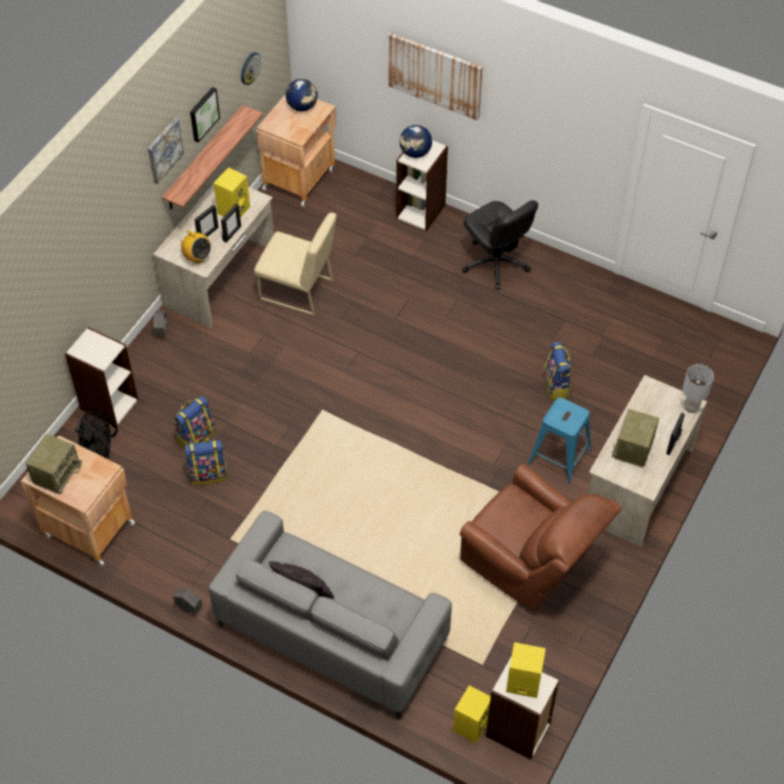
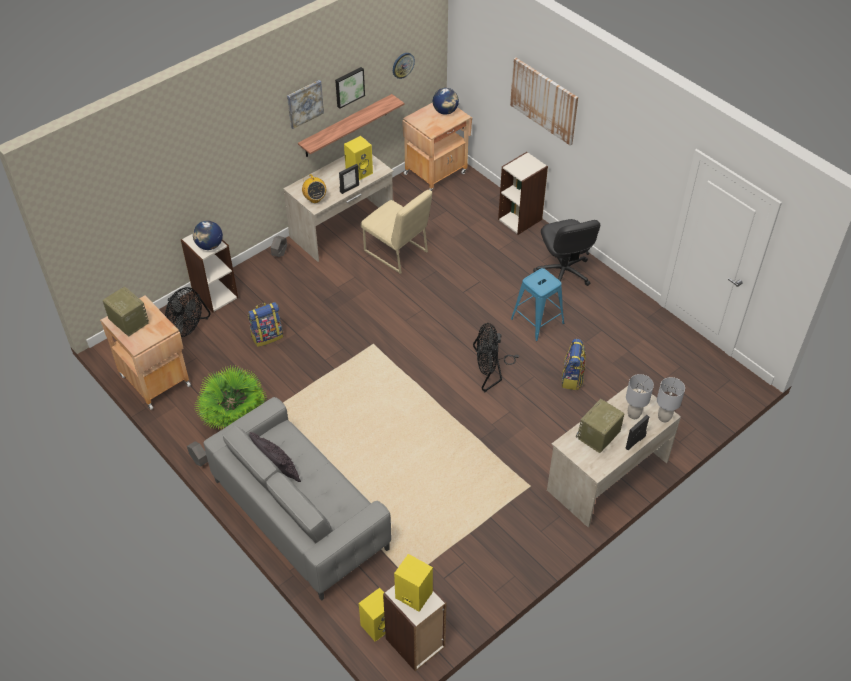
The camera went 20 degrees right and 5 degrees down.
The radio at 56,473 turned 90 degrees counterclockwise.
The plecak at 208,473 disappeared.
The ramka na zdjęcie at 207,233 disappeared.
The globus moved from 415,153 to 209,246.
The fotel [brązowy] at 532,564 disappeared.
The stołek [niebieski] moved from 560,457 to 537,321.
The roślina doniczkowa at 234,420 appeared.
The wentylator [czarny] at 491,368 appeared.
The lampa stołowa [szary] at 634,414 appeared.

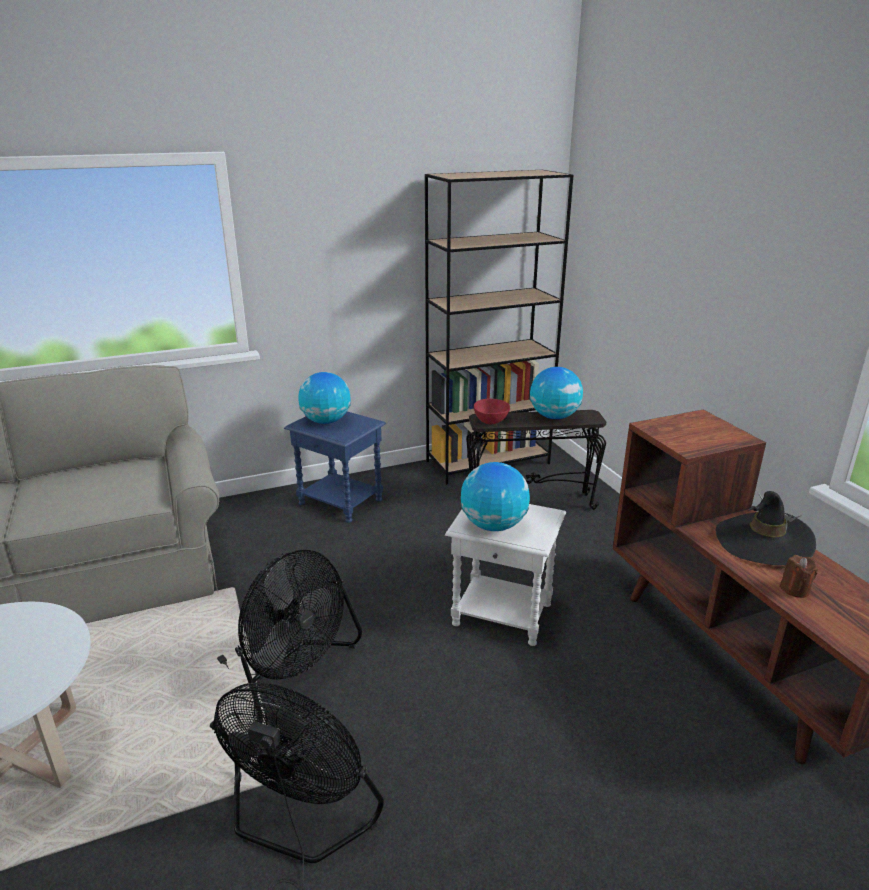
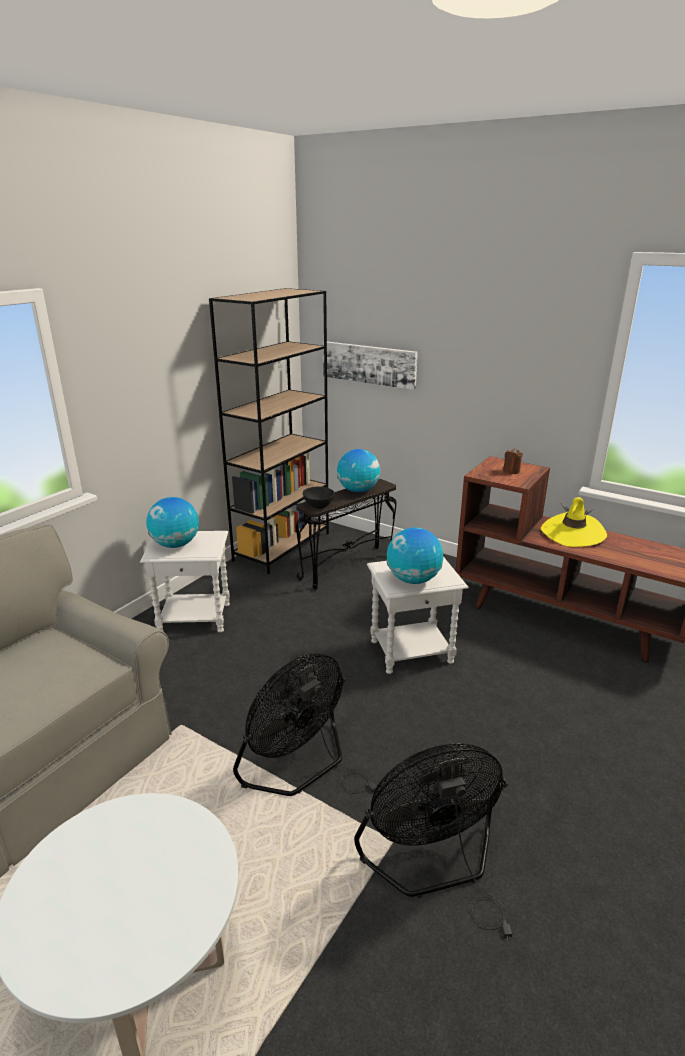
The camera went 35 degrees left and 0 degrees up.
The wentylator [czarny] at 288,673 turned 135 degrees counterclockwise.
The stolik [niebieski] at 341,500 became the stolik [biały] at 195,616.
The miska [czerwony] at 491,421 became the miska [czarny] at 318,505.
The kapelusz [czarny] at 763,542 became the kapelusz [żółty] at 572,533.
The świeca [brązowy] moved from 794,589 to 511,471.
The obraz at 369,364 appeared.

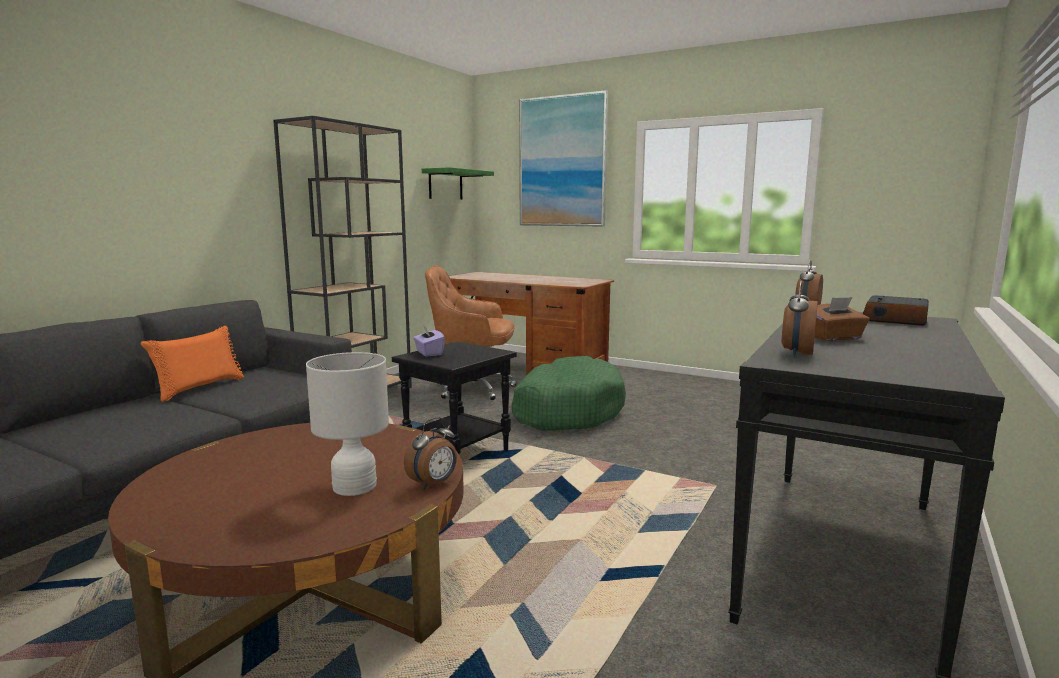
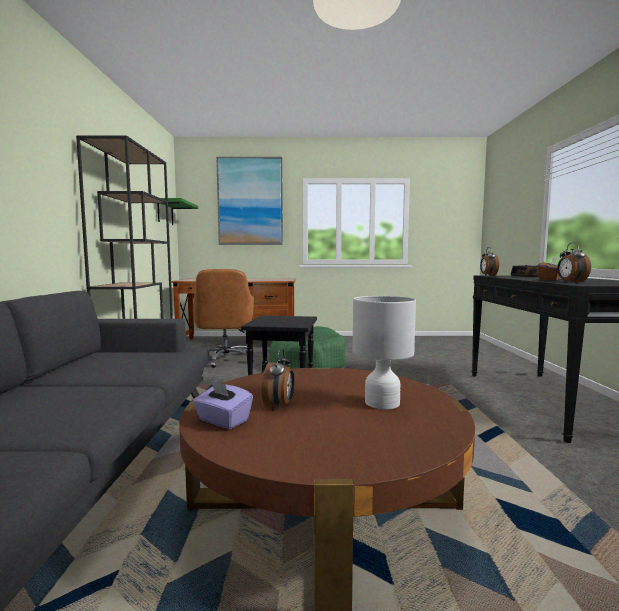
The camera went 30 degrees left and 5 degrees down.
The poduszka [pomarańczowy] at 199,388 disappeared.
The budzik moved from 433,484 to 279,405.
The pudełko chusteczek [fioletowy] moved from 429,353 to 223,421.
The krzesło biurowe [brązowy] at 474,388 turned 75 degrees counterclockwise.

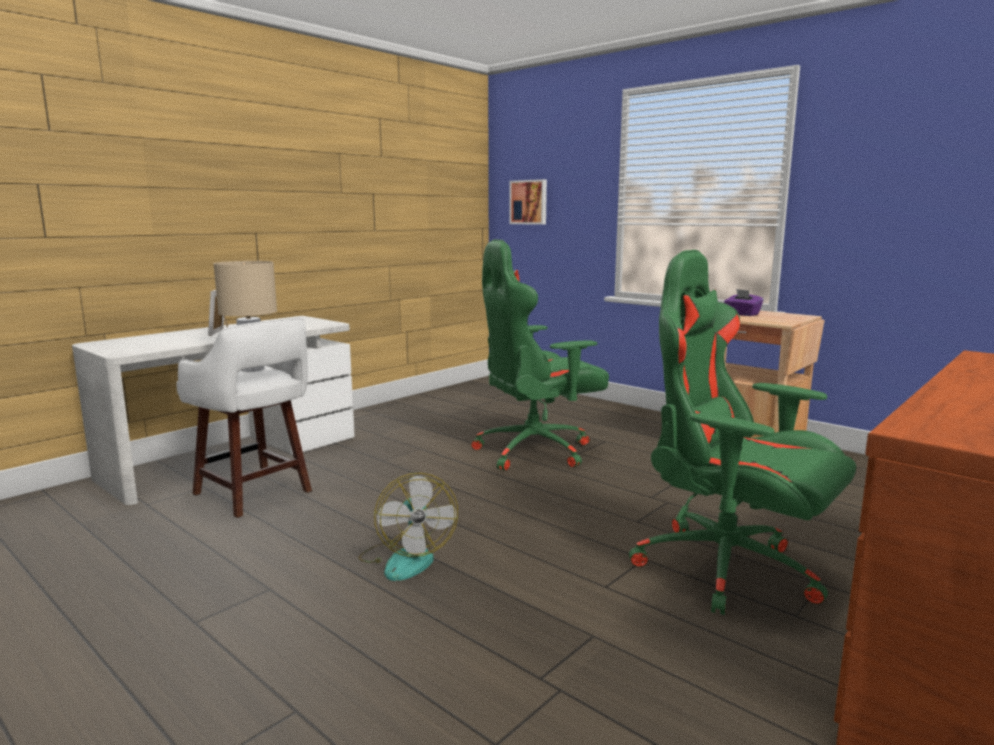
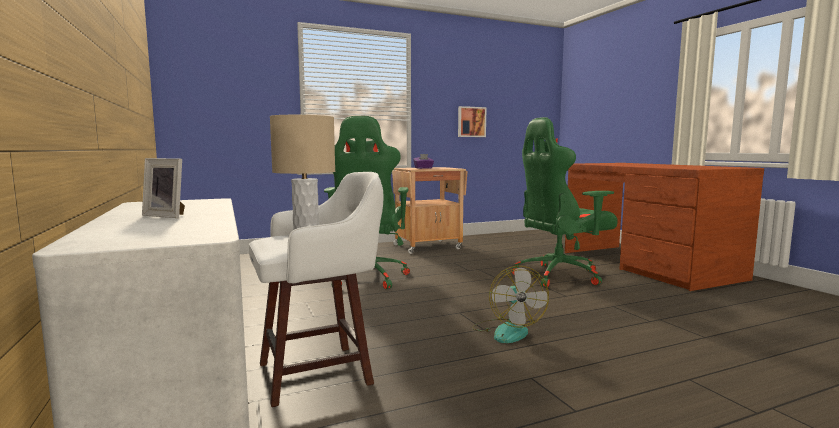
The camera went 65 degrees left and 5 degrees down.
The wentylator at 406,558 turned 75 degrees clockwise.
The obraz moved from 529,202 to 471,122.

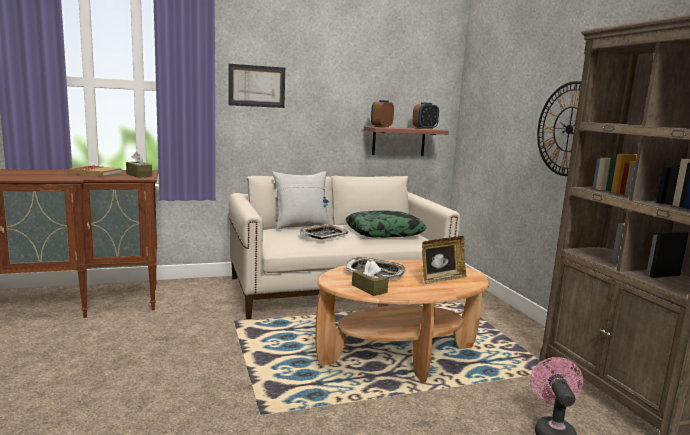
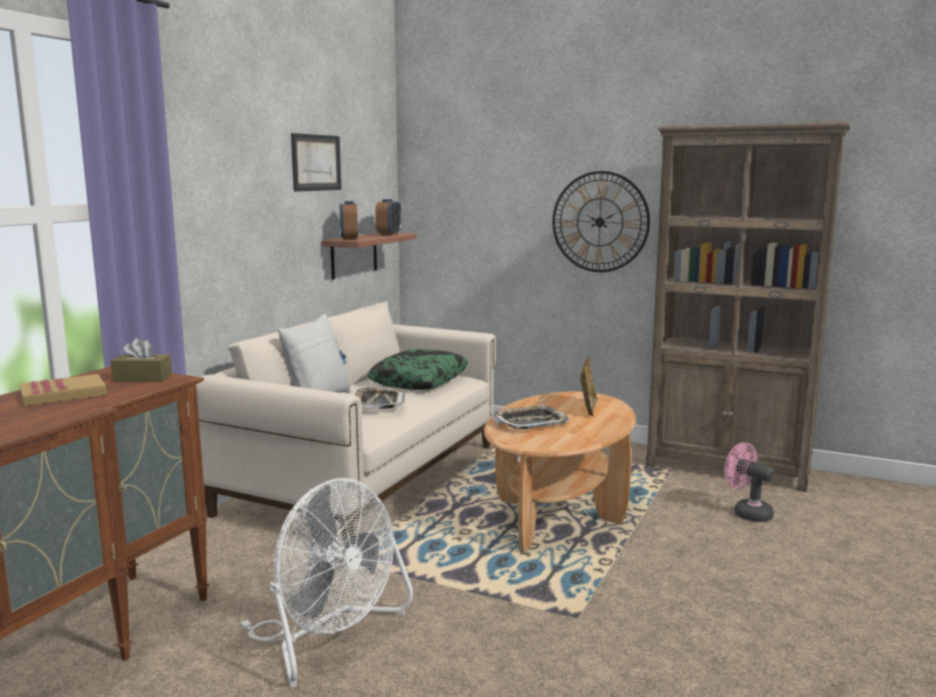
The camera went 45 degrees left and 0 degrees up.
The obraz moved from 256,86 to 316,162.
The pudełko chusteczek [brązowy] at 369,288 disappeared.
The wentylator [biały] at 325,639 appeared.

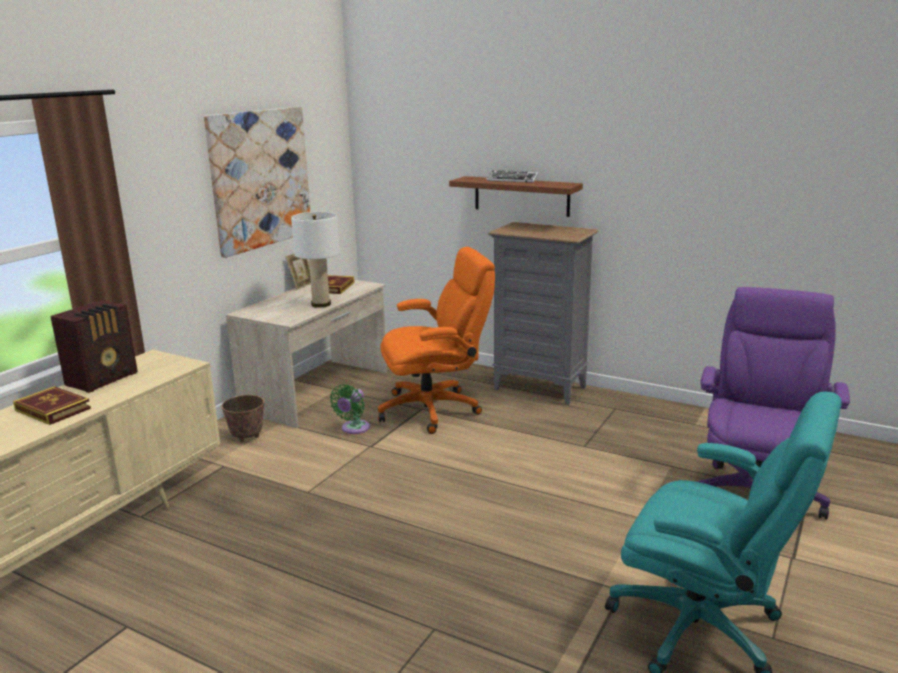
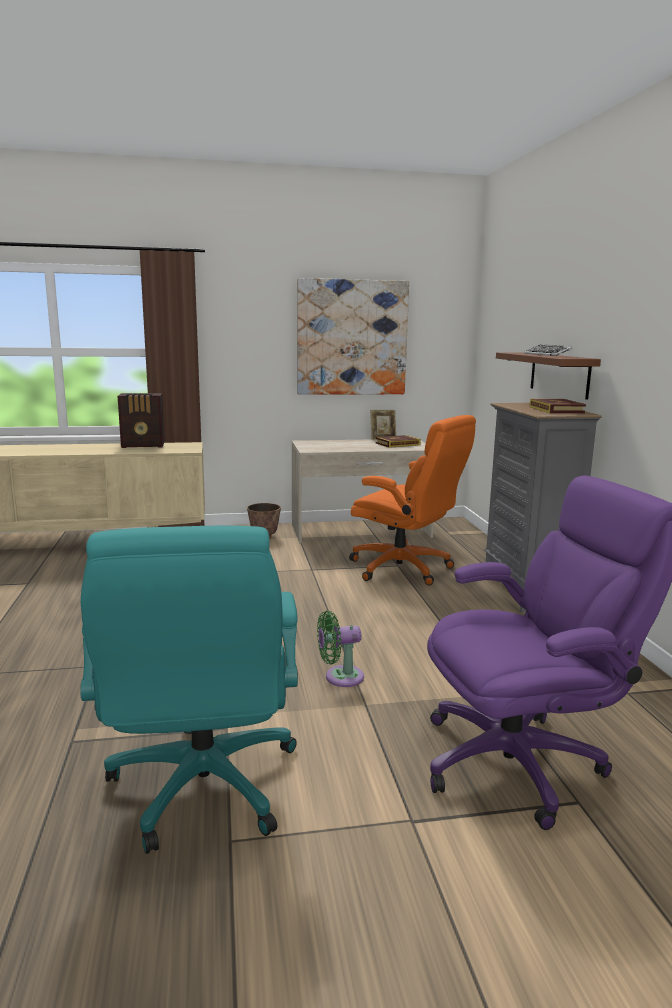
The camera went 50 degrees right and 5 degrees down.
The książka moved from 53,409 to 556,410.
The lampa stołowa [biały] at 321,304 disappeared.
The wentylator [zielony] moved from 353,429 to 340,677.

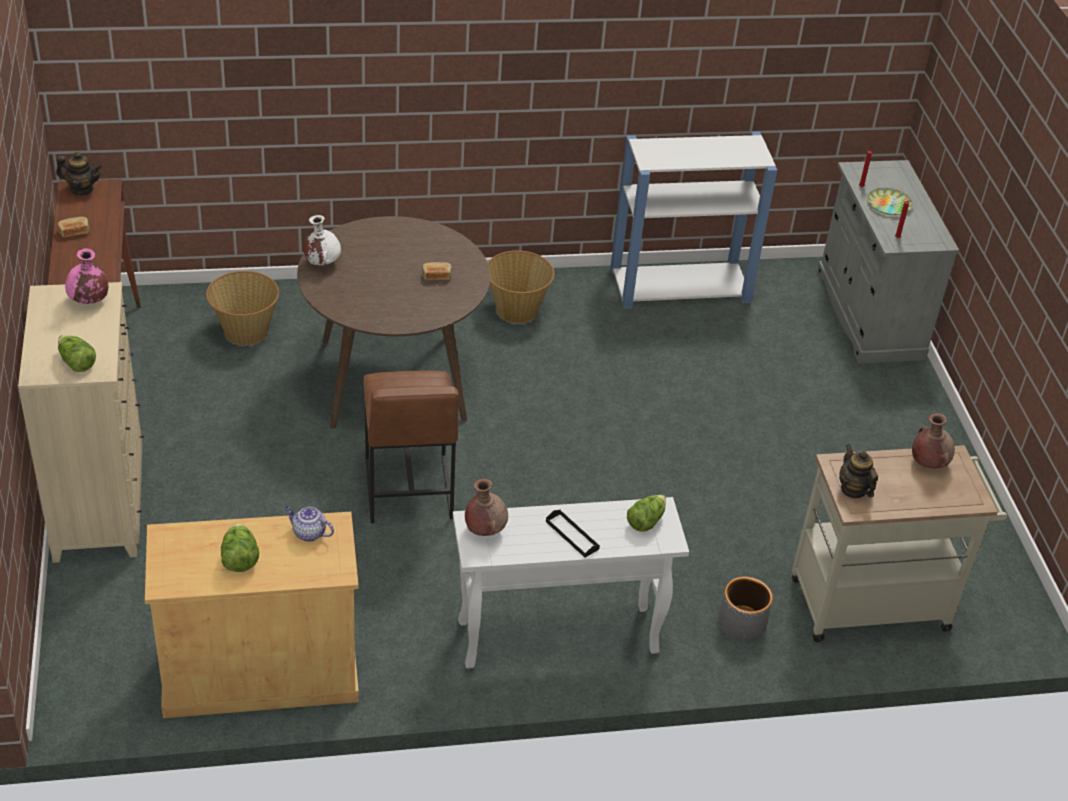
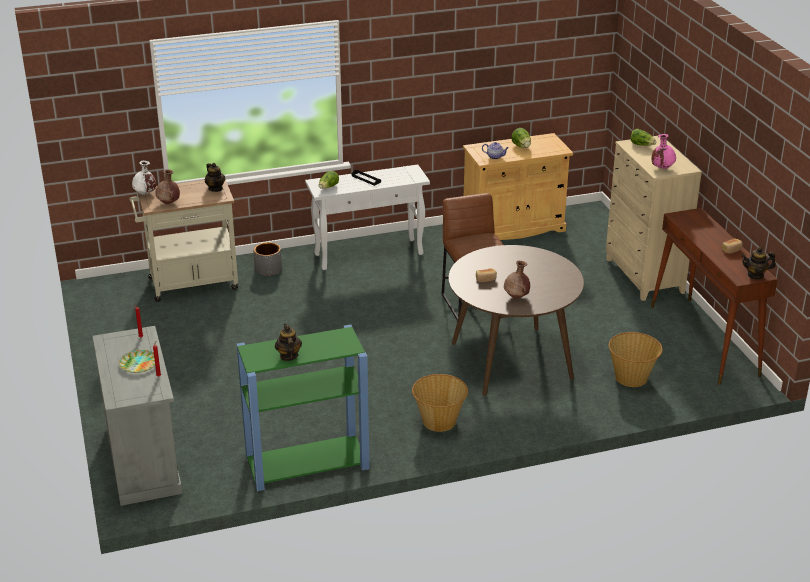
The camera went 175 degrees right and 10 degrees down.
The wazon [biały] moved from 322,262 to 145,194.
The wazon [brązowy] moved from 485,529 to 516,297.
The regał [biały] at 681,285 became the regał [zielony] at 306,462.
The imbryk at 288,356 appeared.

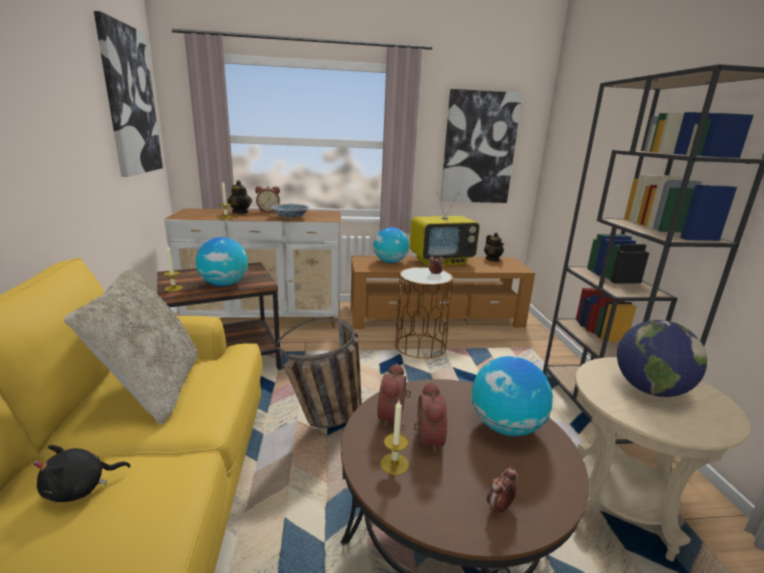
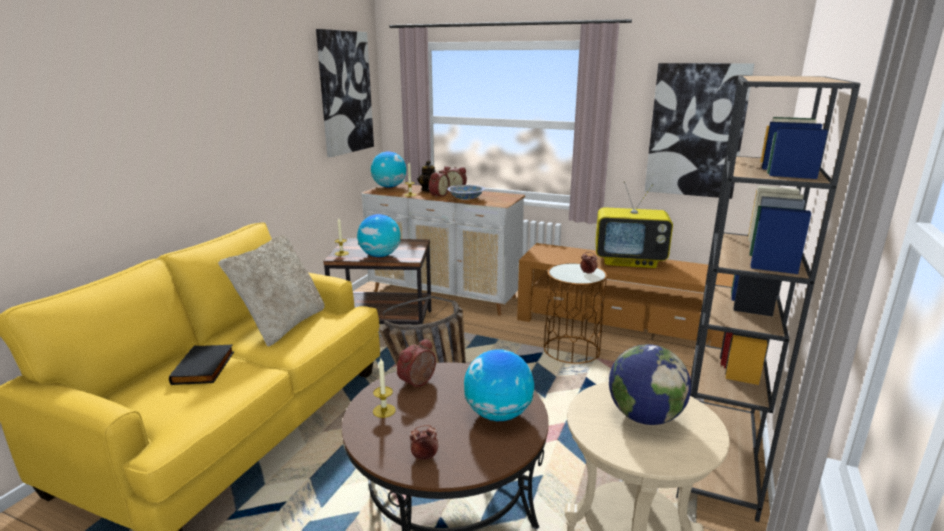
The camera went 30 degrees right and 0 degrees up.
The pluszak [czarny] at 80,488 was replaced by the książka [czarny] at 205,368.
The globus moved from 390,262 to 389,187.
The budzik moved from 426,439 to 438,195.
The imbryk at 492,259 disappeared.

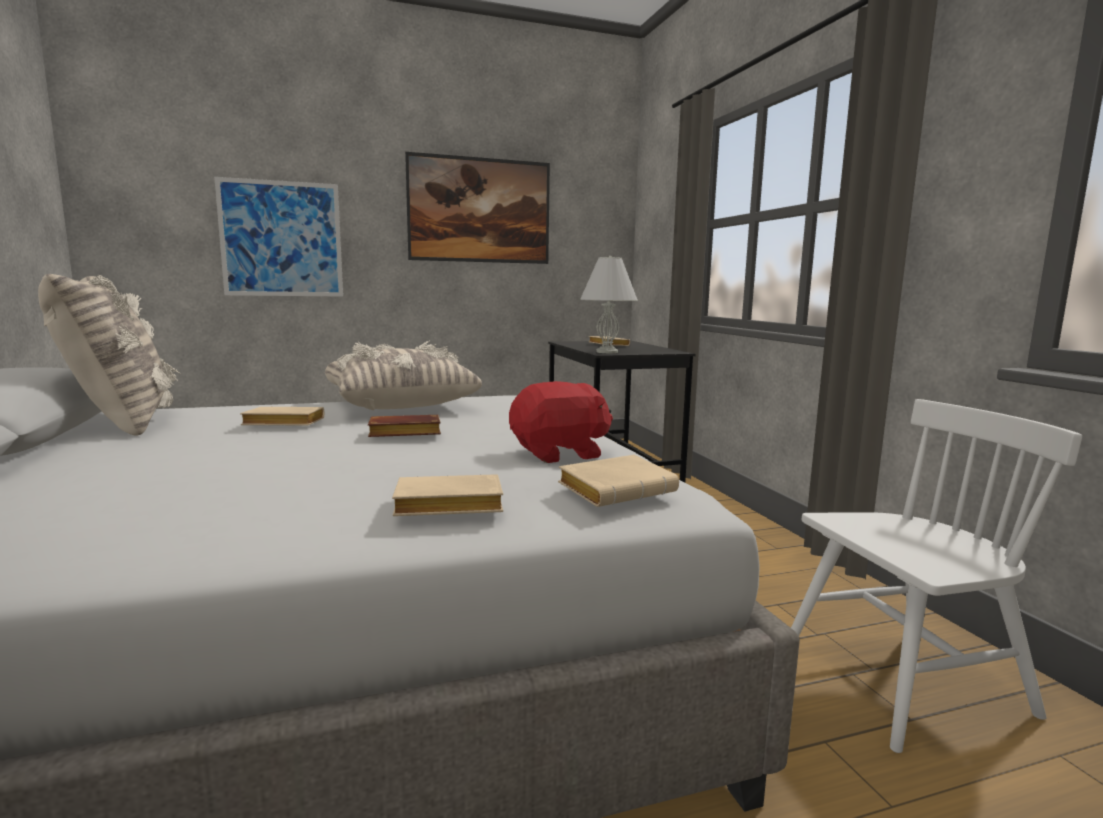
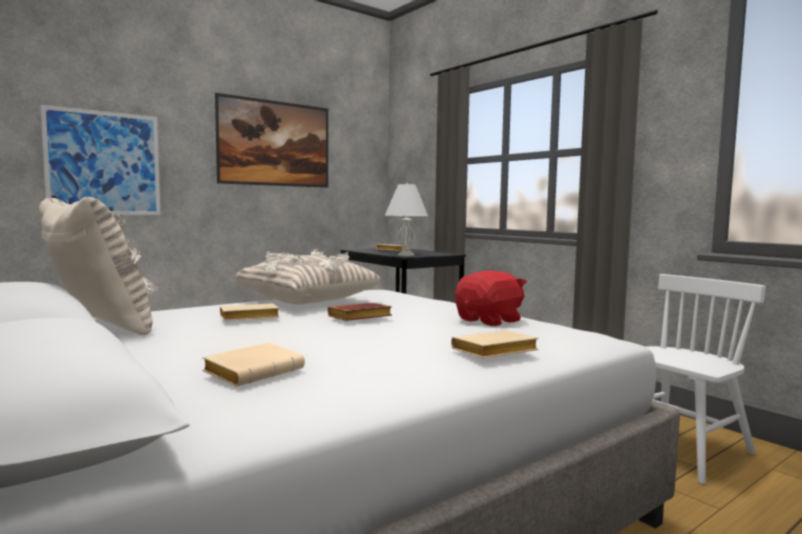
The camera went 20 degrees left and 5 degrees down.
The książka [beżowy] moved from 617,489 to 254,371.

